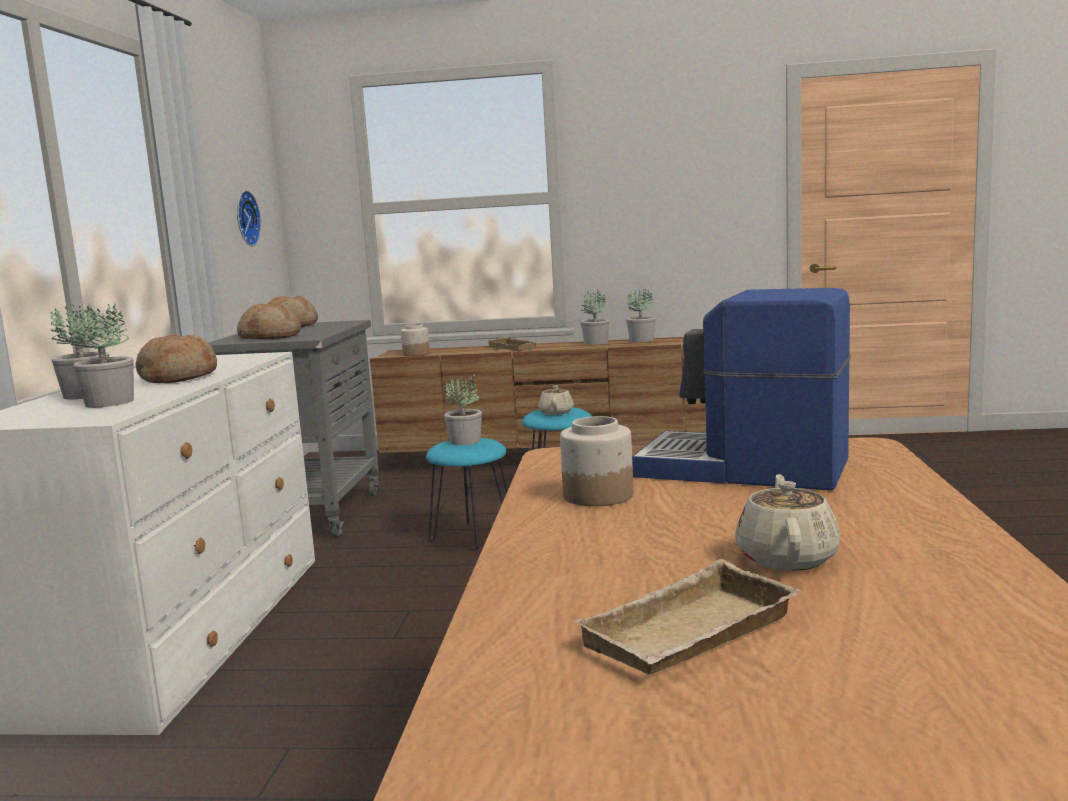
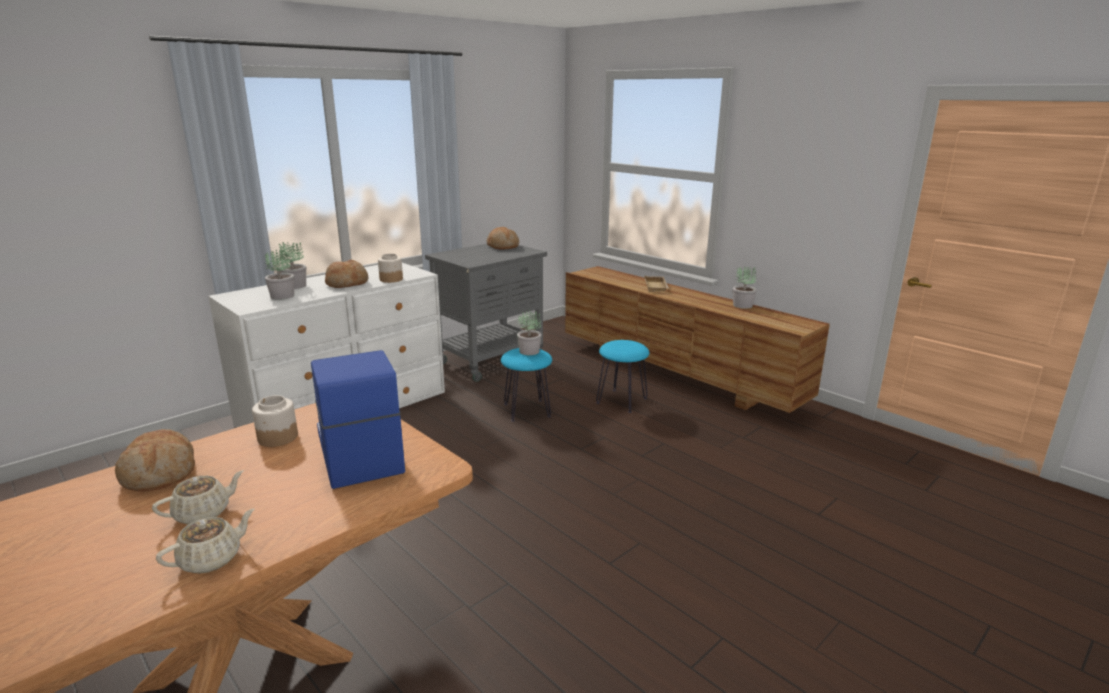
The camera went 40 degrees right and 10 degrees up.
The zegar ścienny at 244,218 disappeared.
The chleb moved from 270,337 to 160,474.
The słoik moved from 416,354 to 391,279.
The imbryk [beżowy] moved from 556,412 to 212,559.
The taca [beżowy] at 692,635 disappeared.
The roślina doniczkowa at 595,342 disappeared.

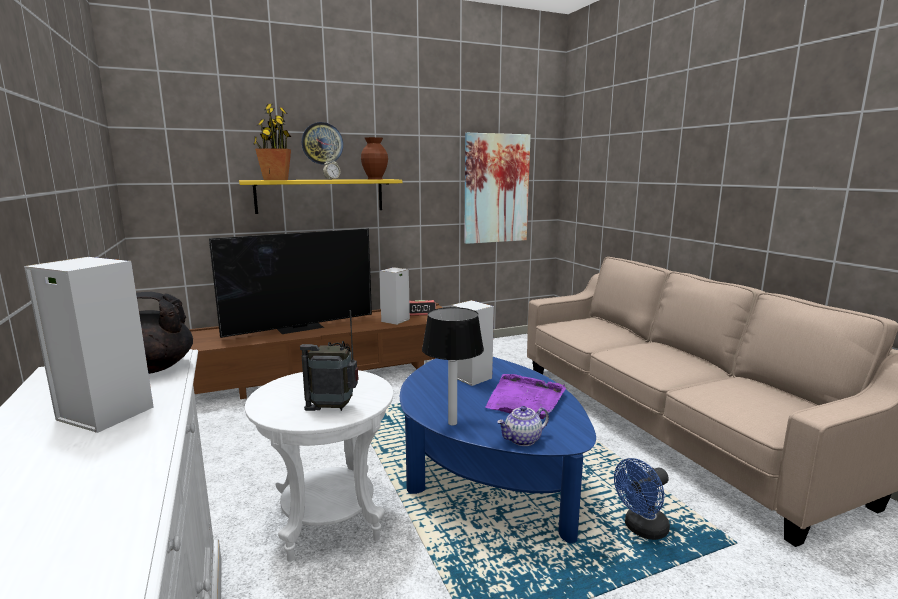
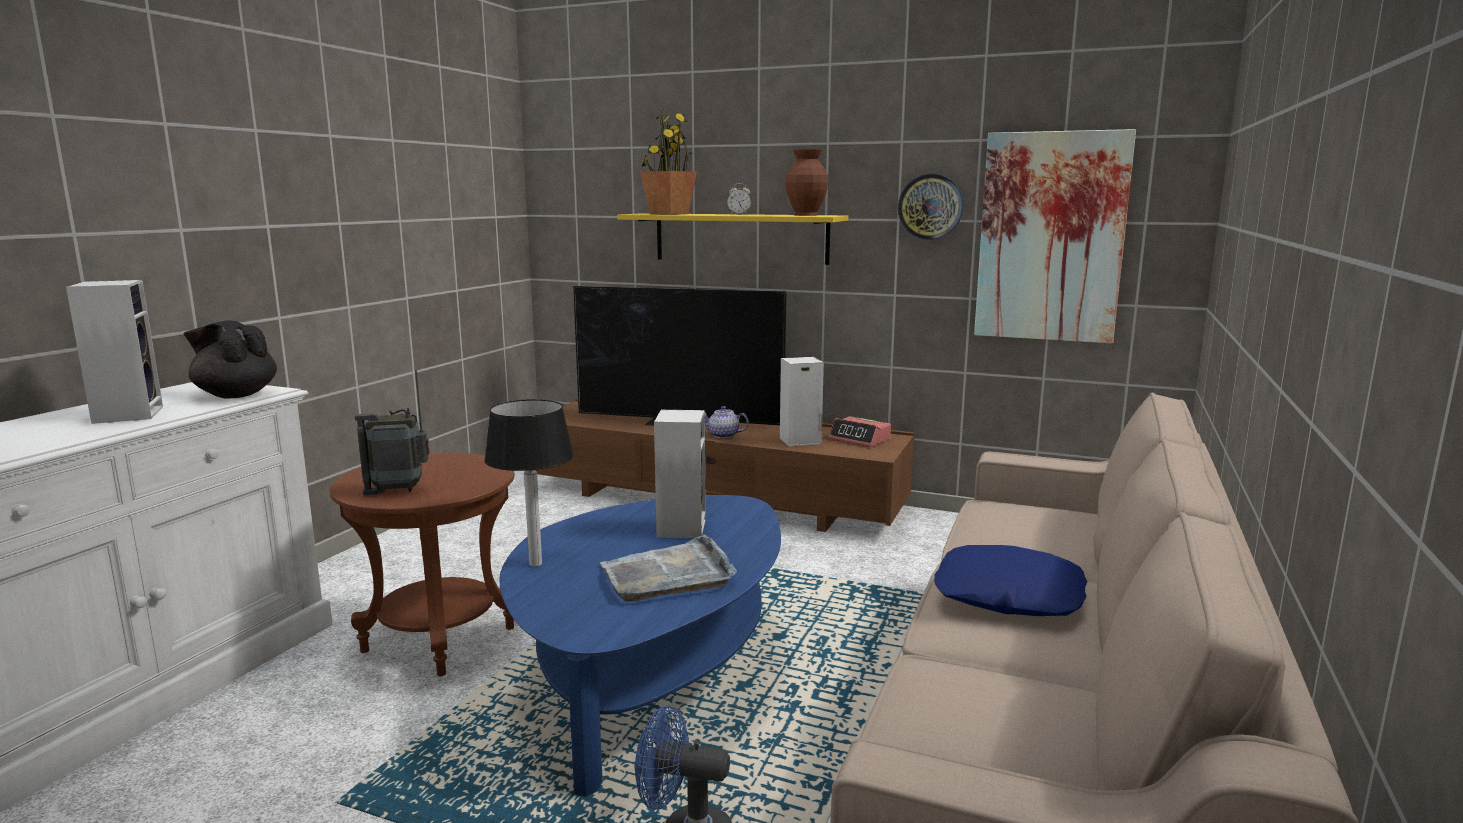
The camera went 45 degrees right and 0 degrees up.
The stolik [biały] at 329,522 became the stolik [brązowy] at 439,639.
The radio at 333,408 turned 60 degrees counterclockwise.
The zegar ścienny moved from 322,143 to 930,207.
The taca [fioletowy] at 525,399 became the taca [szary] at 668,574.
The imbryk moved from 522,440 to 723,435.
The poduszka [niebieski] at 1008,596 appeared.

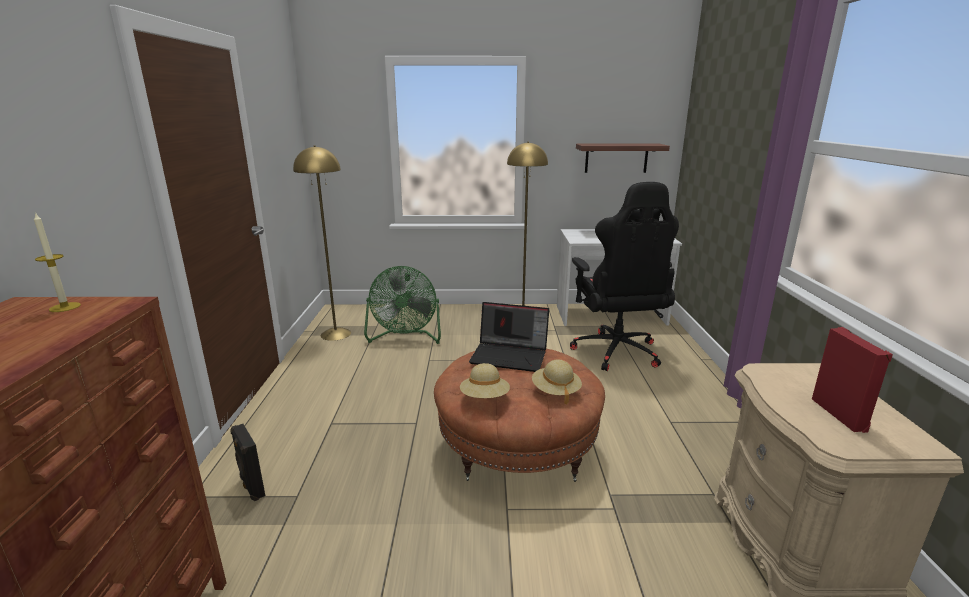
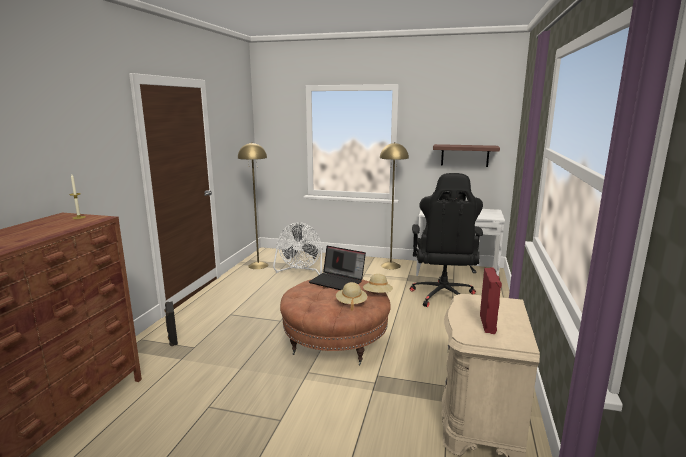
The camera went 15 degrees right and 5 degrees down.
The wentylator [zielony] at 403,336 became the wentylator [biały] at 300,271.
The kapelusz [beżowy] moved from 485,398 to 377,294.

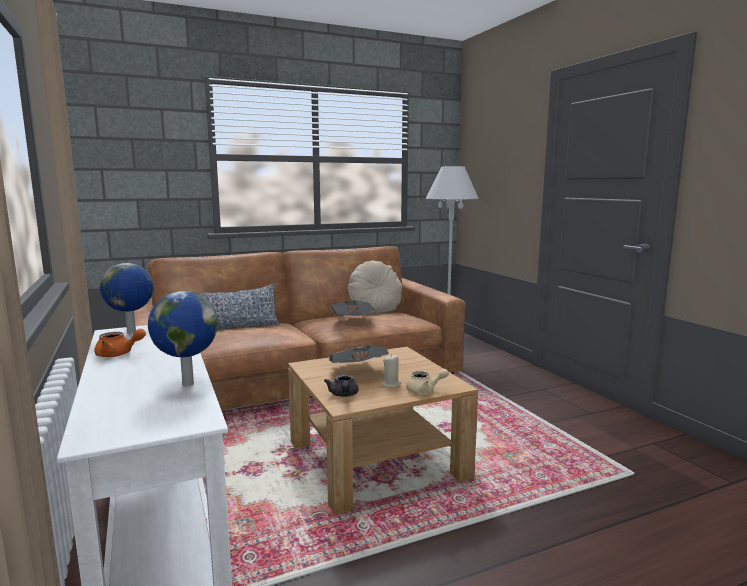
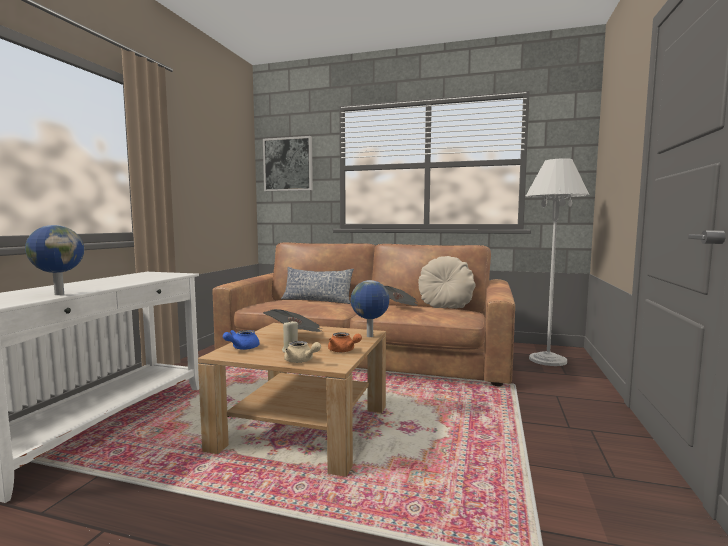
The camera went 40 degrees right and 5 degrees down.
The imbryk [pomarańczowy] moved from 118,354 to 343,351.
The globus moved from 132,332 to 370,336.
The imbryk [szary] at 343,395 became the imbryk [niebieski] at 242,348.
The obraz at 288,164 appeared.

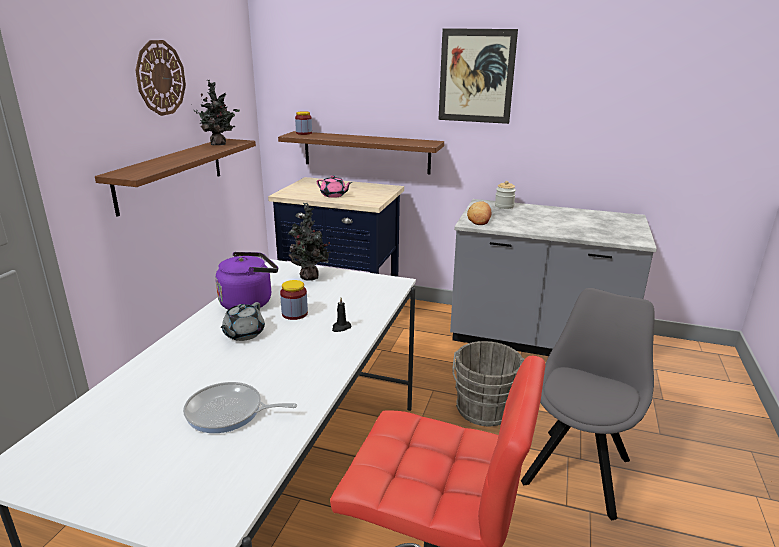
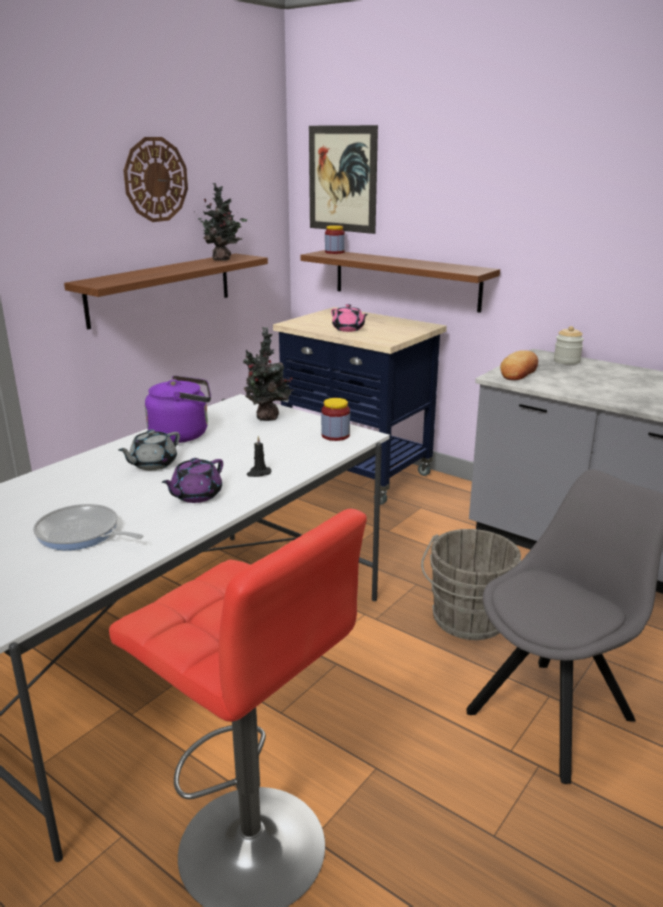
The camera went 20 degrees right and 0 degrees up.
The słoik moved from 294,314 to 335,435.
The obraz moved from 476,76 to 342,179.
The imbryk [fioletowy] at 196,495 appeared.

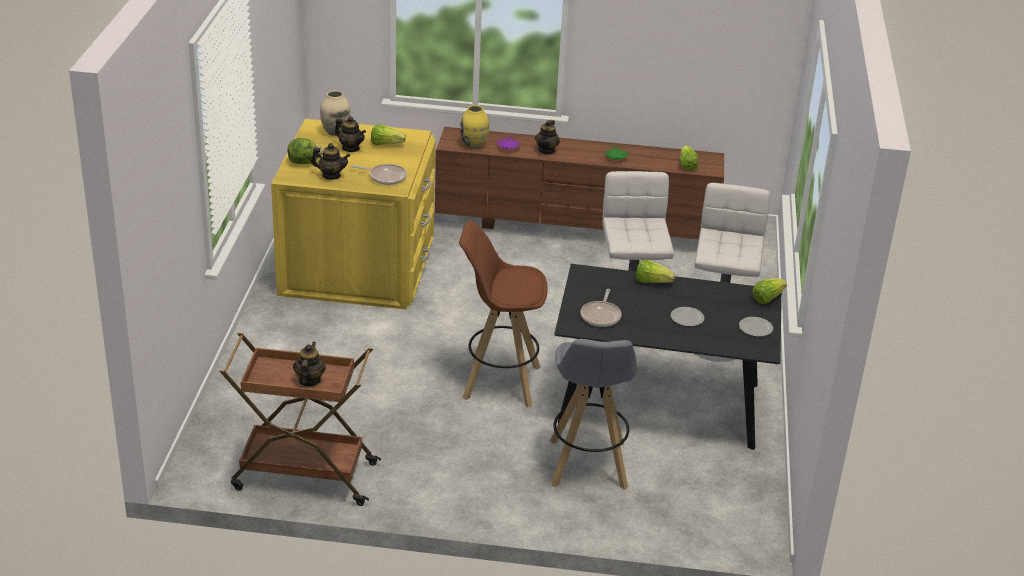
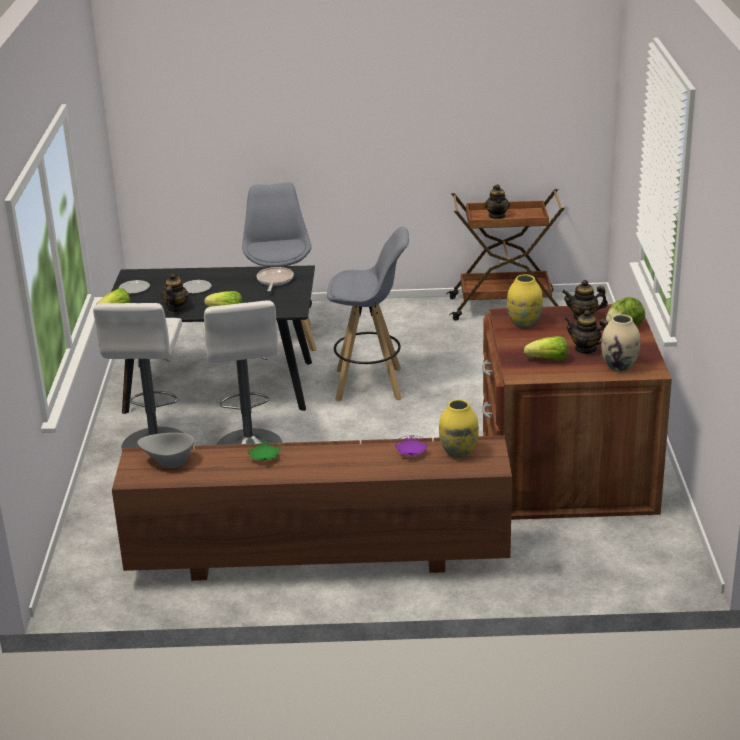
The camera went 175 degrees right and 5 degrees down.
The komoda [żółty] at 357,266 became the komoda [brązowy] at 567,472.
The patelnia at 385,177 was replaced by the wazon [żółty] at 524,324.
The stołek [brązowy] at 499,381 became the stołek [szary] at 371,385.
The imbryk moved from 547,150 to 176,308.
The sałata at 687,165 was replaced by the miska [szary] at 168,462.

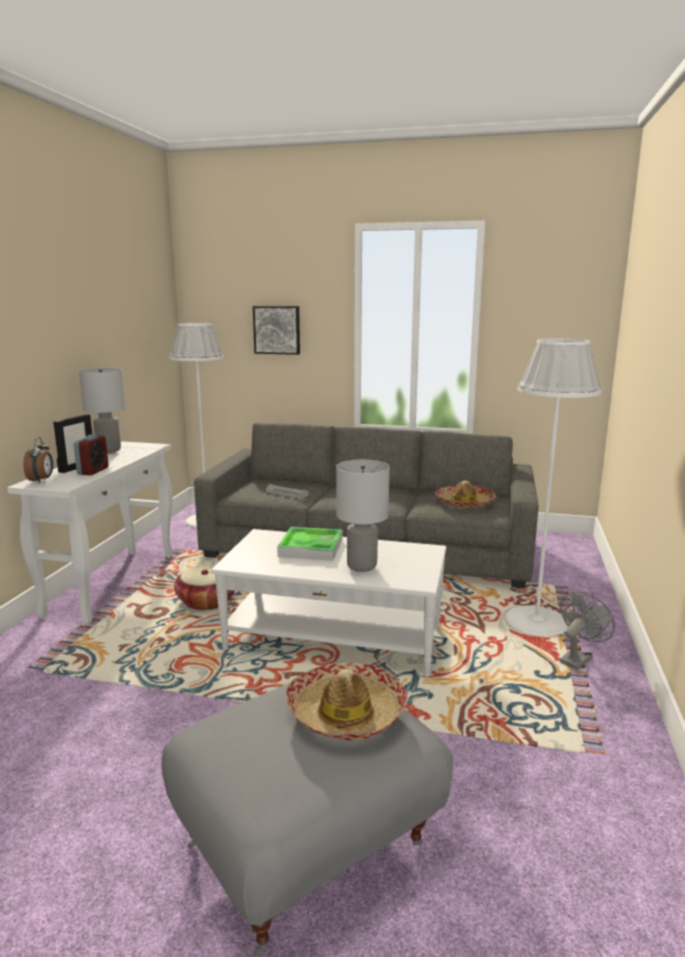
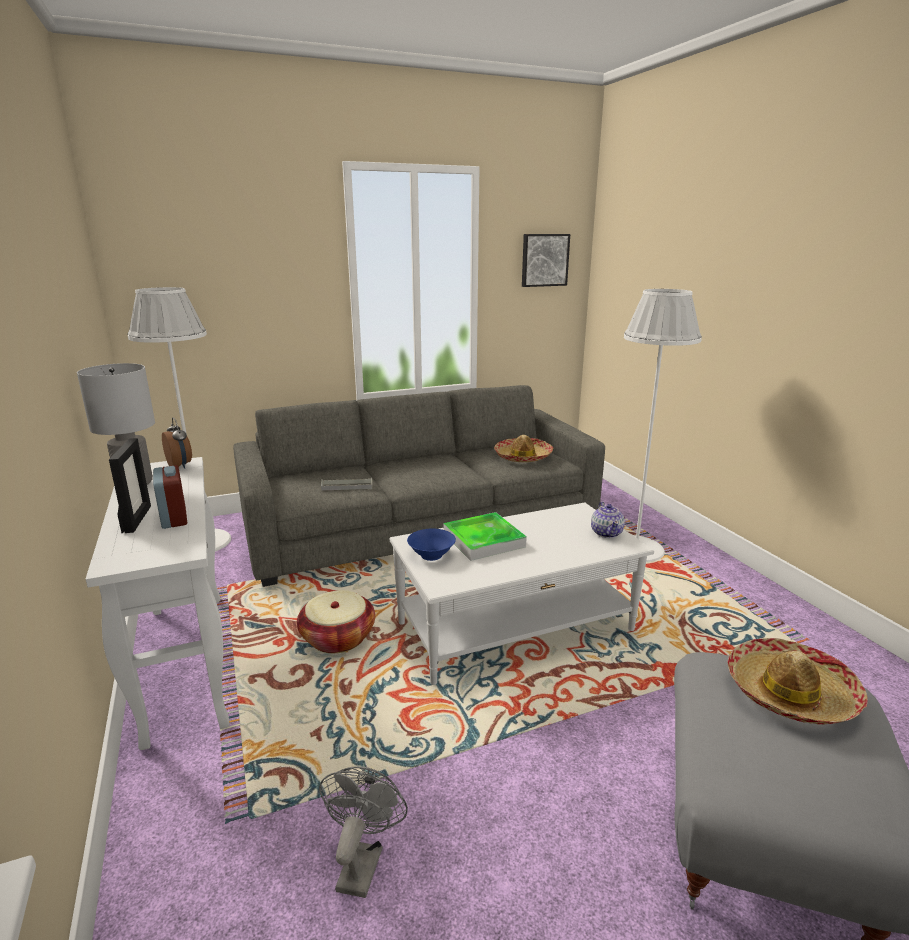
The camera went 35 degrees left and 5 degrees up.
The budzik moved from 41,480 to 180,466.
The obraz moved from 277,330 to 544,260.
The lampa stołowa [szary] at 361,568 disappeared.
The wentylator [szary] moved from 578,658 to 362,861.
The miska [niebieski] at 431,555 appeared.
The imbryk at 606,533 appeared.

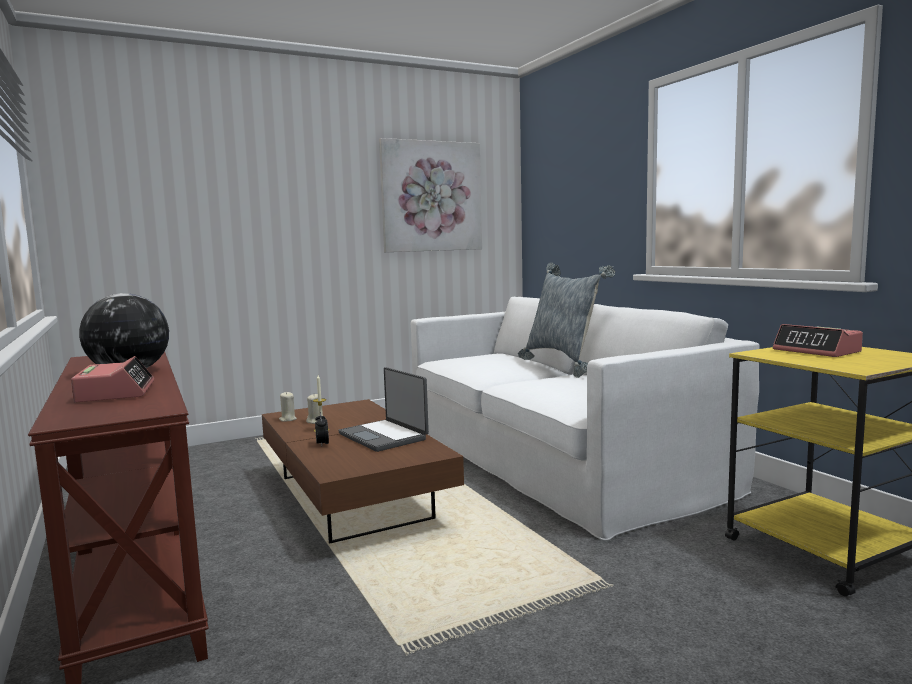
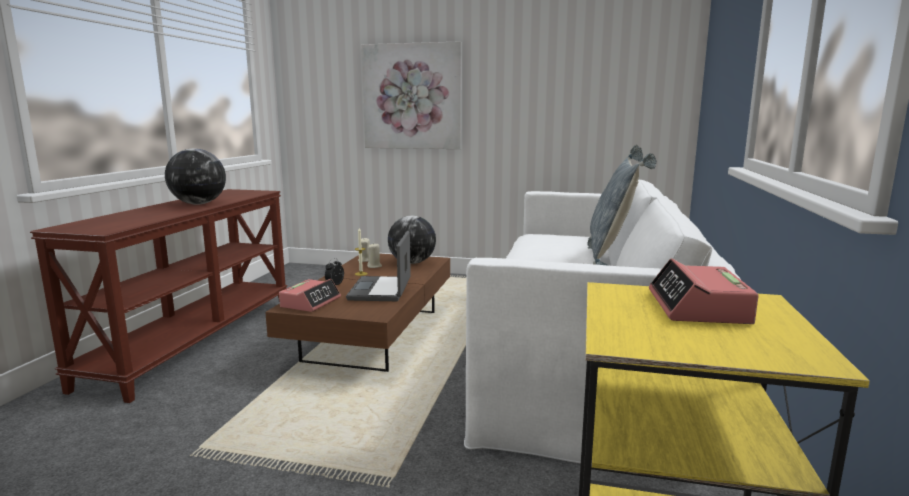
The camera went 40 degrees right and 5 degrees up.
The budzik moved from 116,392 to 311,302.
The obraz moved from 431,196 to 412,97.
The globus at 412,263 appeared.

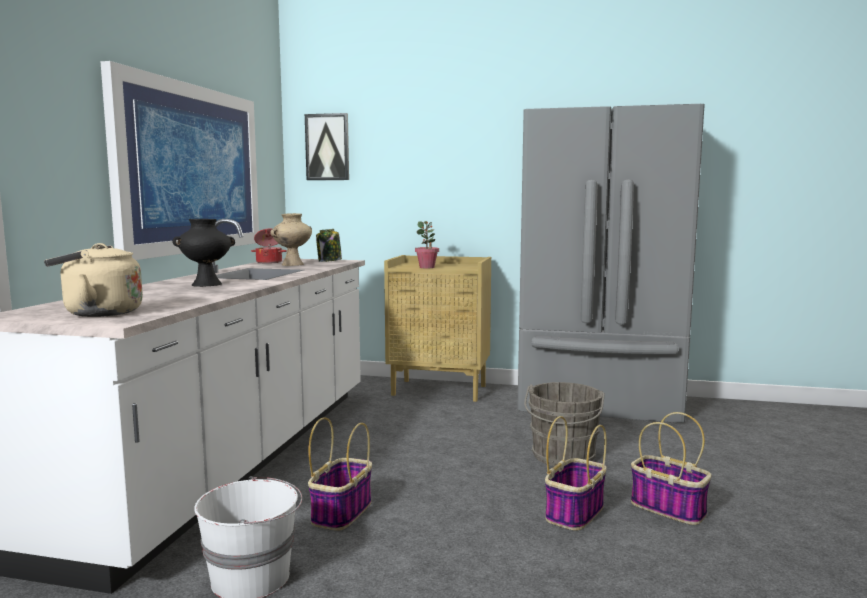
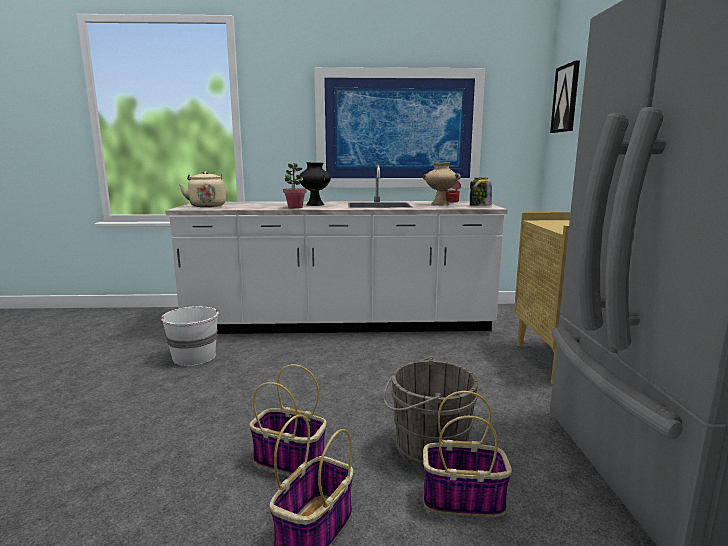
The camera went 75 degrees right and 5 degrees up.
The koszyk moved from 342,512 to 464,499.
The roślina doniczkowa moved from 427,267 to 295,207.

